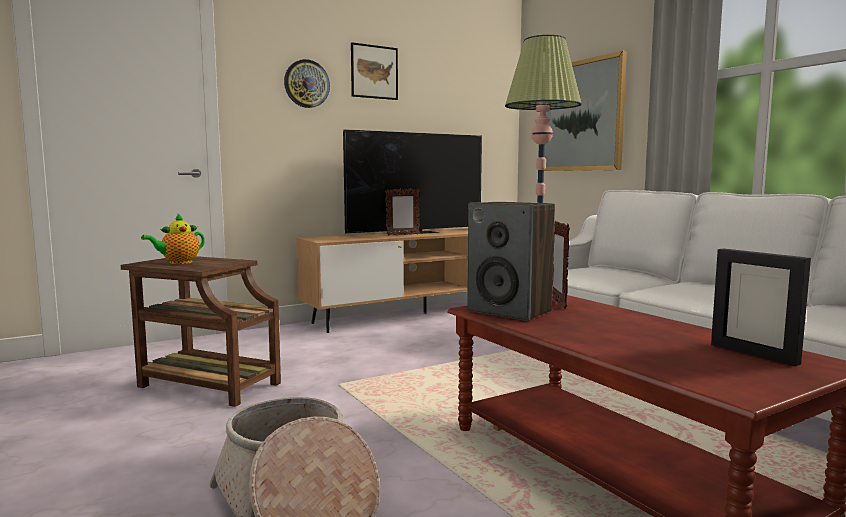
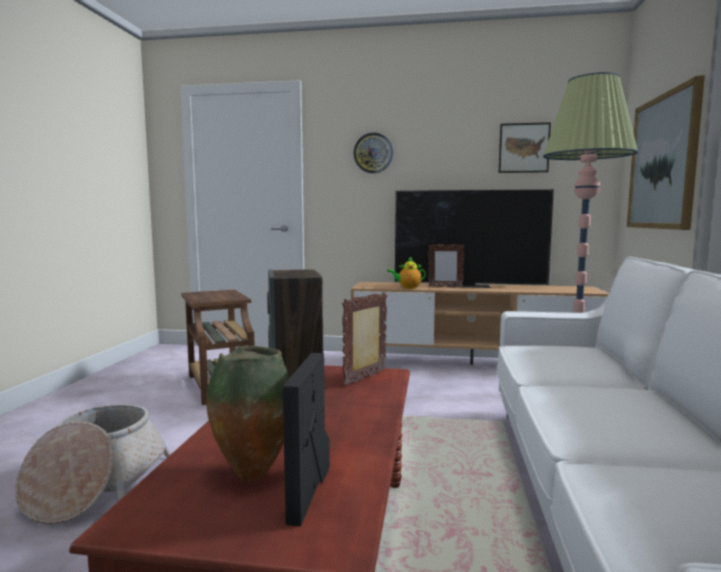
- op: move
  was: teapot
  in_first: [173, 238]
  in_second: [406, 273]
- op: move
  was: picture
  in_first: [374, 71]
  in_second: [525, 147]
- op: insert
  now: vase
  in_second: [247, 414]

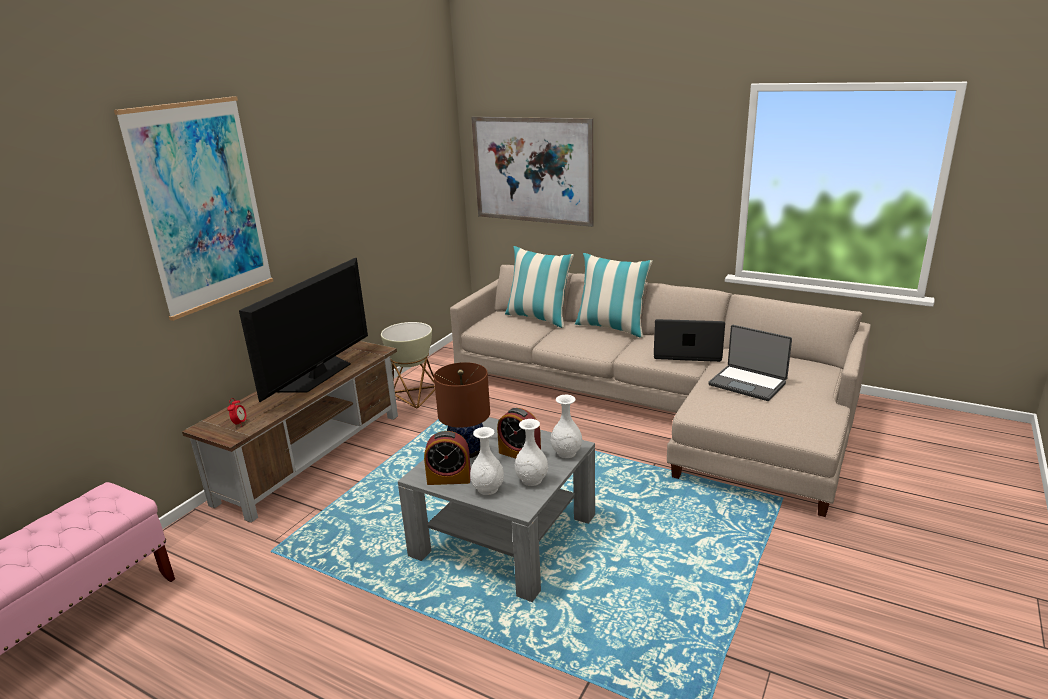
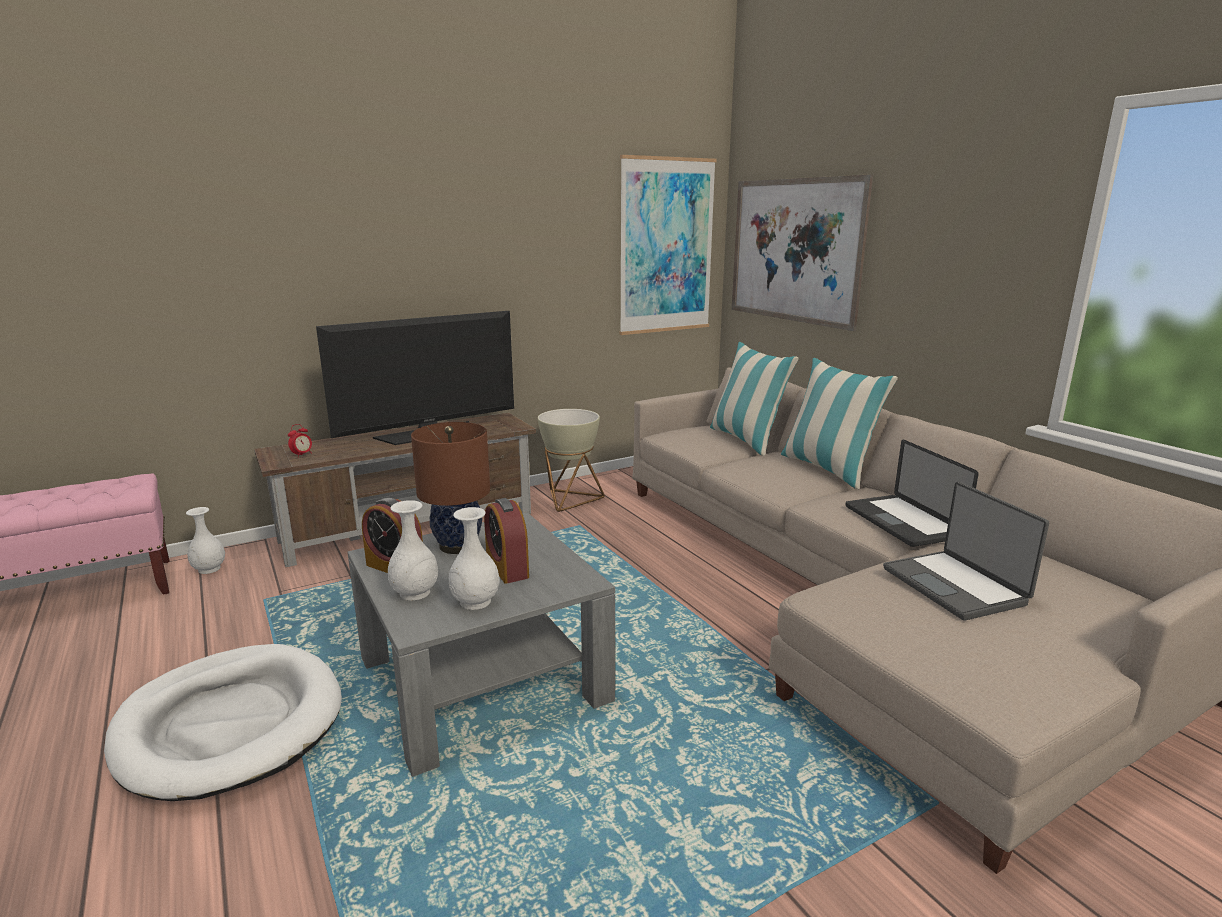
- op: move
  was: picture
  in_first: [193, 208]
  in_second: [668, 245]
- op: move
  was: white vase
  in_first: [566, 426]
  in_second: [205, 540]
- op: rotate
  was: laptop
  in_first: [689, 340]
  in_second: [912, 493]
  clockwise: -150
- op: insert
  now: white dog bed
  in_second: [223, 722]

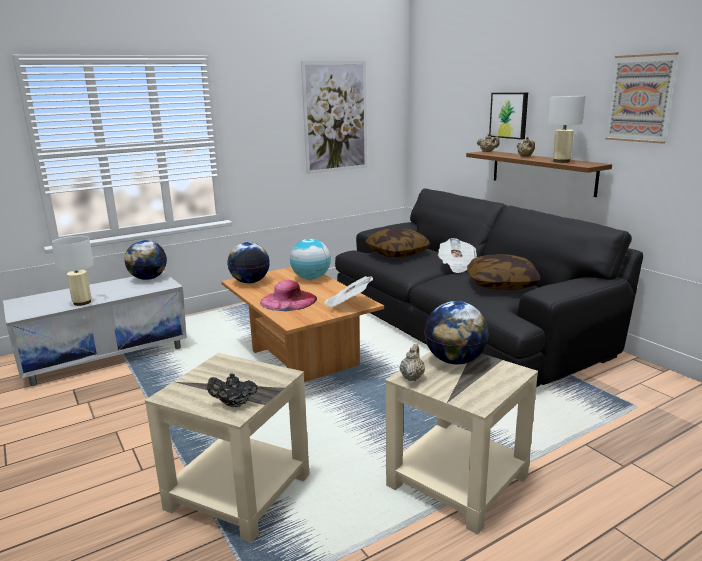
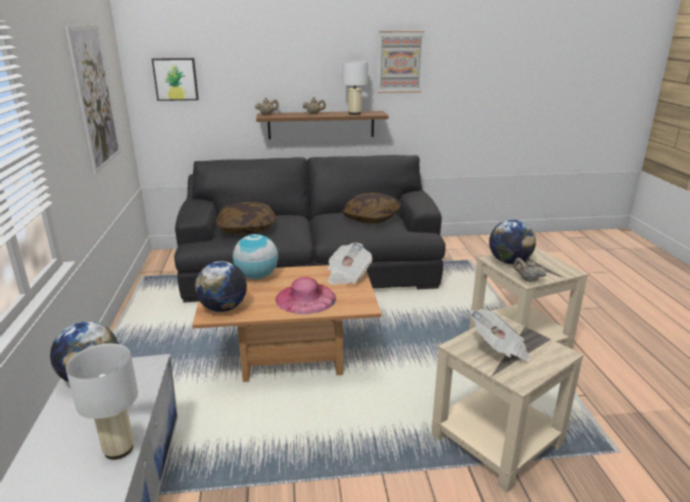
- op: delete
  was: black teapot
  in_first: [232, 390]
- op: move
  was: newspaper
  in_first: [457, 255]
  in_second: [500, 335]
- op: move
  was: picture
  in_first: [508, 116]
  in_second: [175, 79]

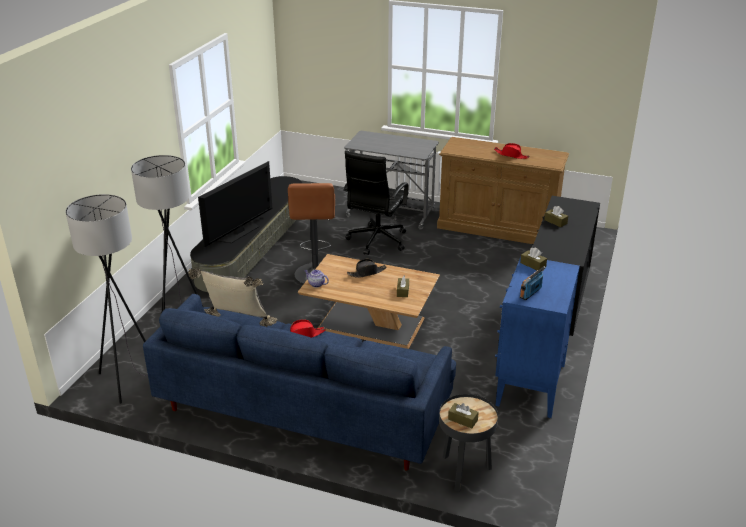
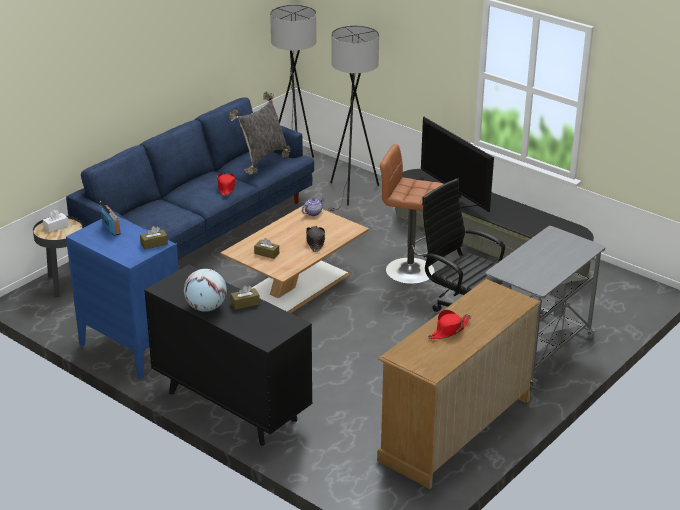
- op: recolor
  was: brown tissue box
  now: white tissue box
  in_first: [463, 415]
  in_second: [56, 221]
- op: insert
  now: globe
  in_second: [205, 290]

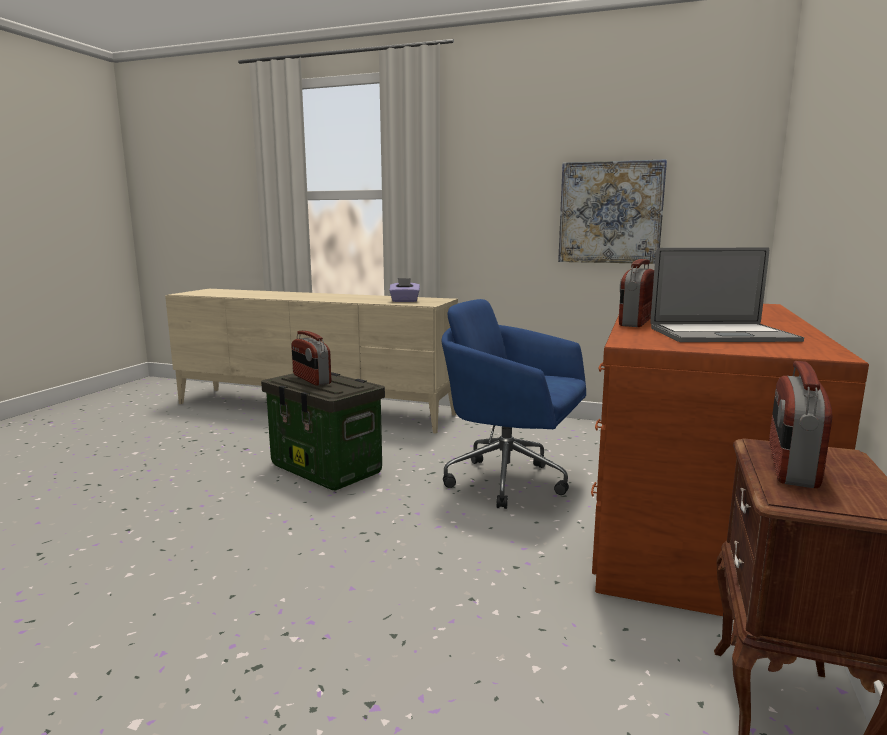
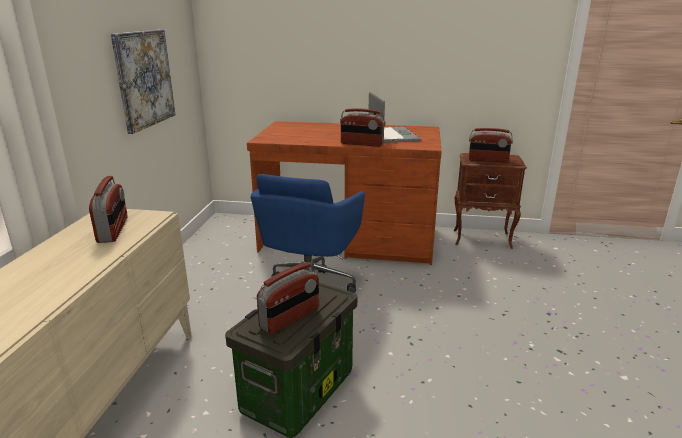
- op: replace
  was: purple tissue box
  now: radio
  in_first: [404, 290]
  in_second: [108, 209]

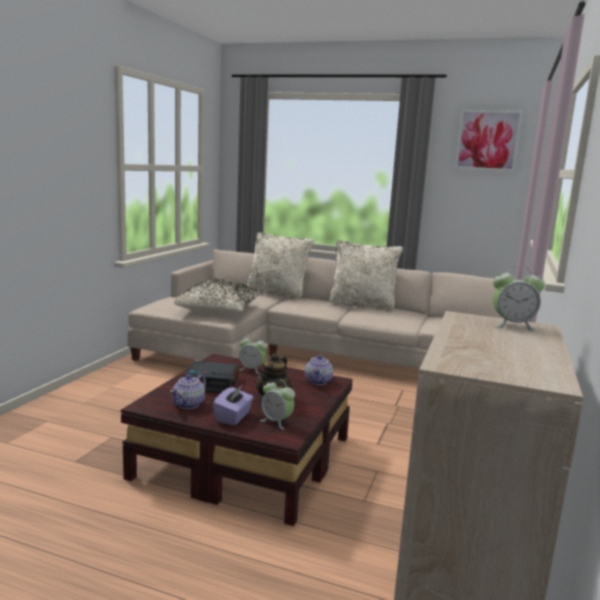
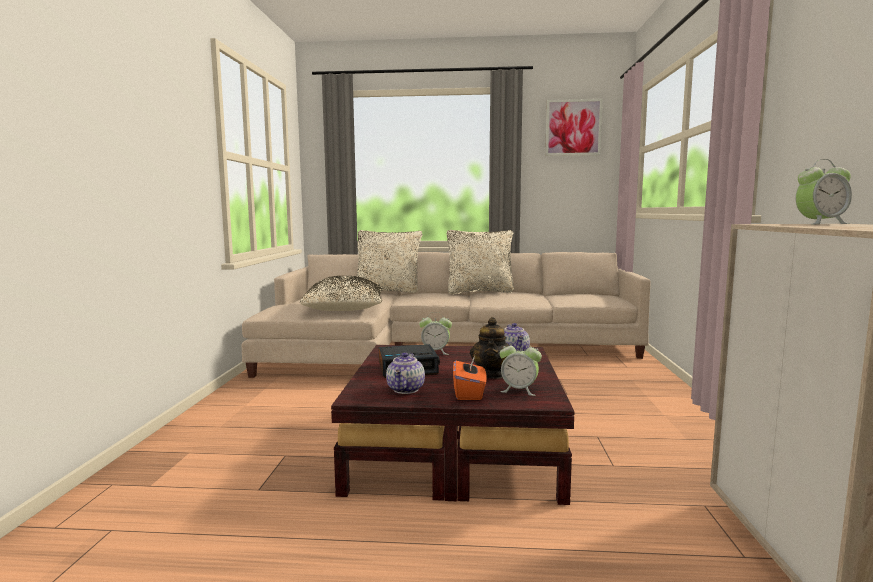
- op: recolor
  was: purple tissue box
  now: orange tissue box
  in_first: [233, 405]
  in_second: [470, 377]

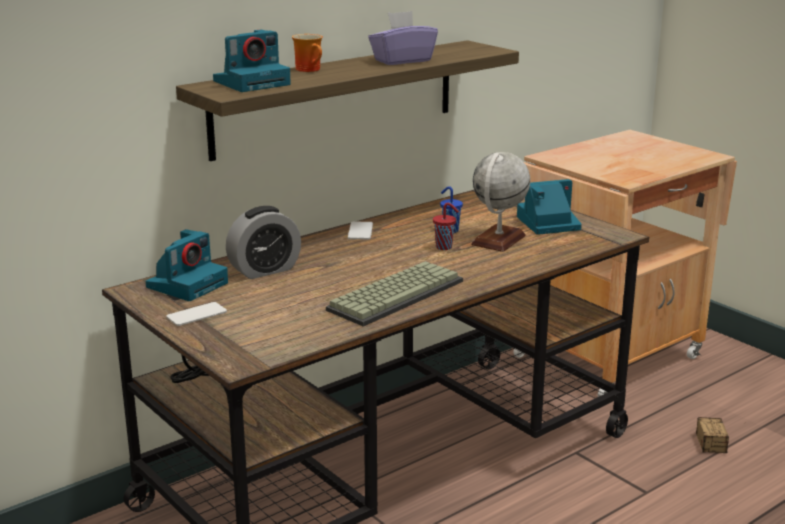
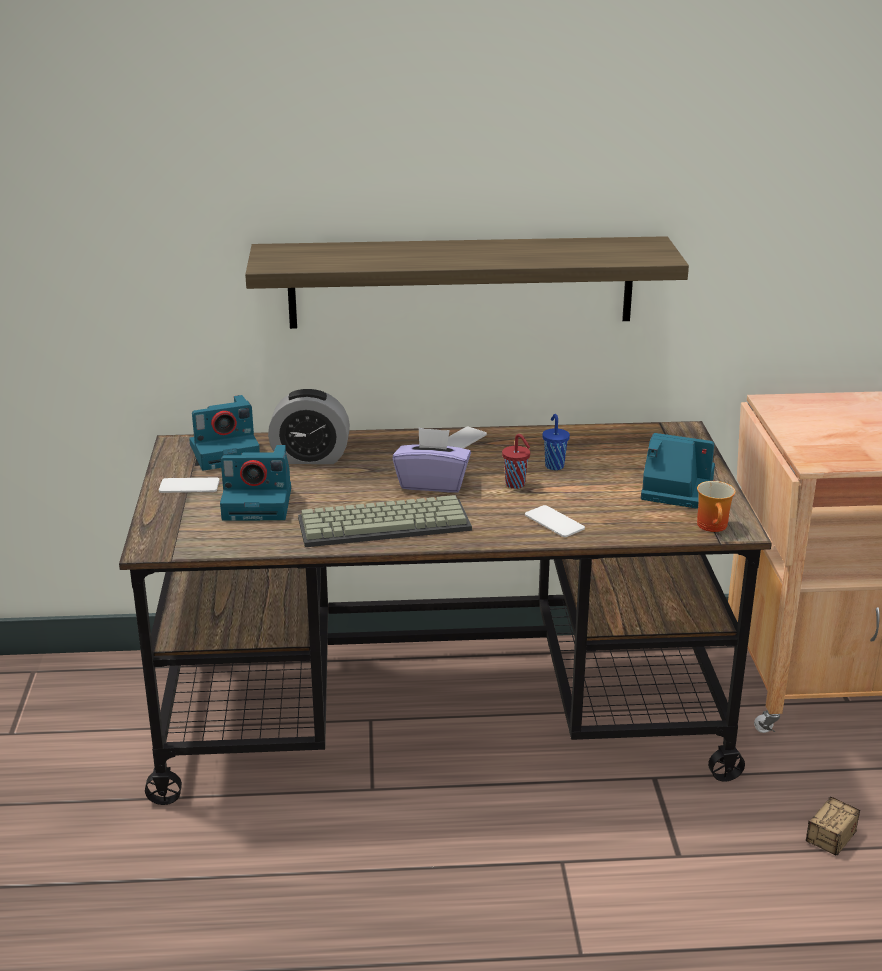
- op: move
  was: photo camera
  in_first: [252, 61]
  in_second: [255, 483]
- op: move
  was: mug
  in_first: [307, 53]
  in_second: [716, 506]
- op: move
  was: purple tissue box
  in_first: [403, 38]
  in_second: [431, 460]
- op: delete
  was: globe
  in_first: [500, 202]
- op: insert
  now: phone
  in_second: [555, 521]

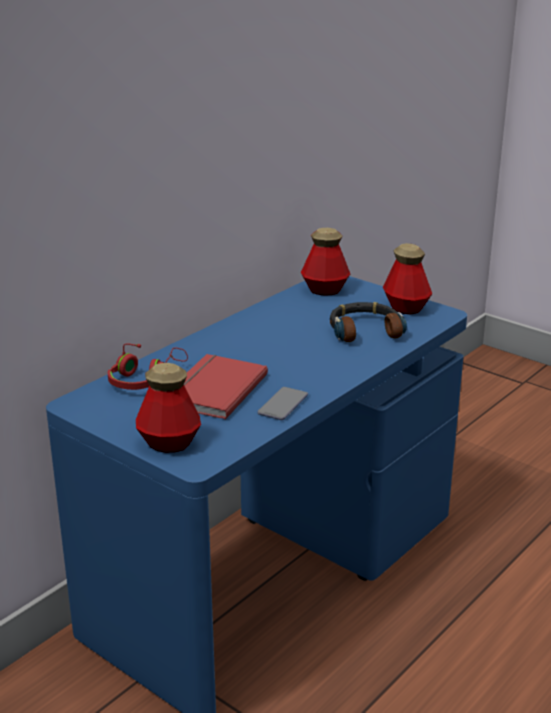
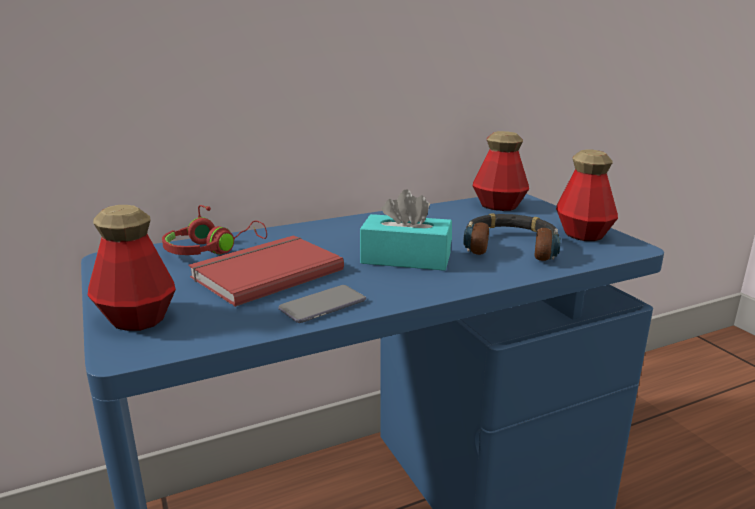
- op: insert
  now: turquoise tissue box
  in_second: [406, 230]

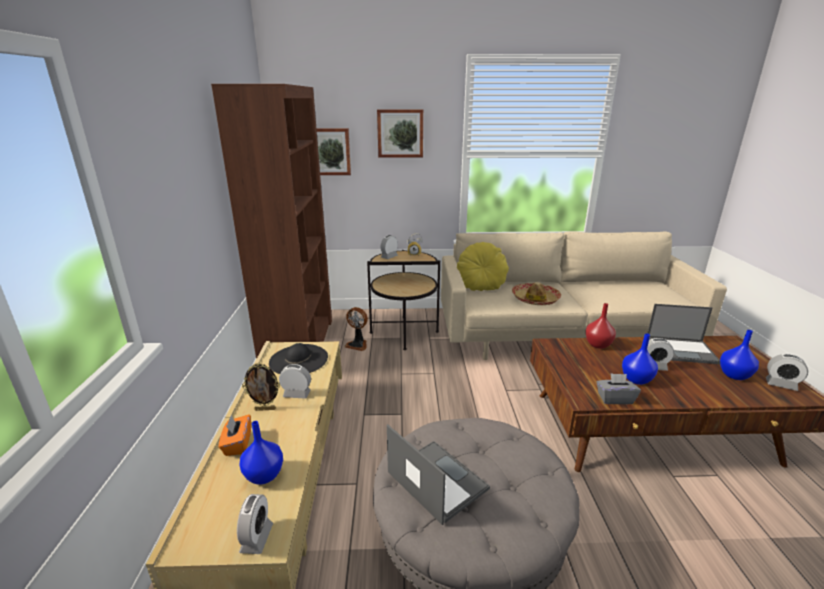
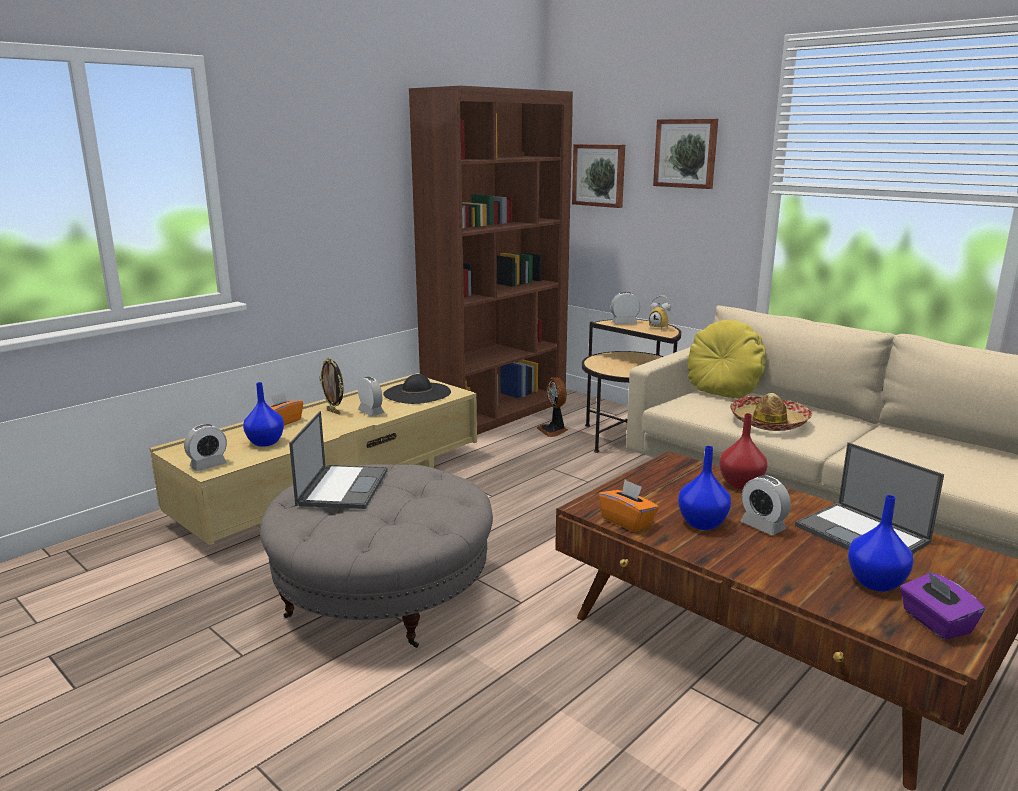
- op: recolor
  was: grey tissue box
  now: orange tissue box
  in_first: [618, 388]
  in_second: [628, 506]
- op: replace
  was: alarm clock
  now: purple tissue box
  in_first: [787, 372]
  in_second: [942, 606]

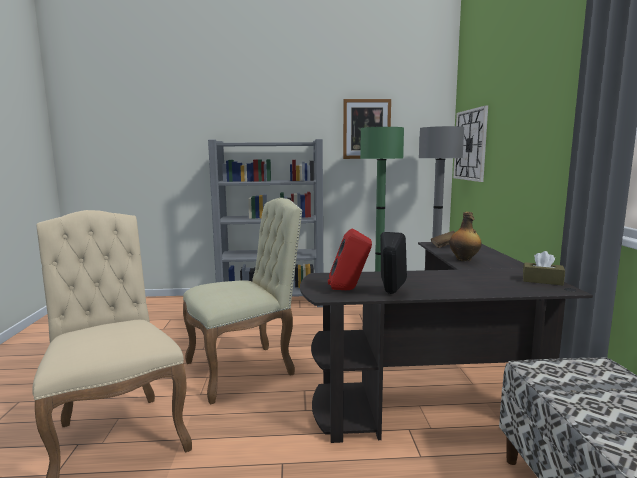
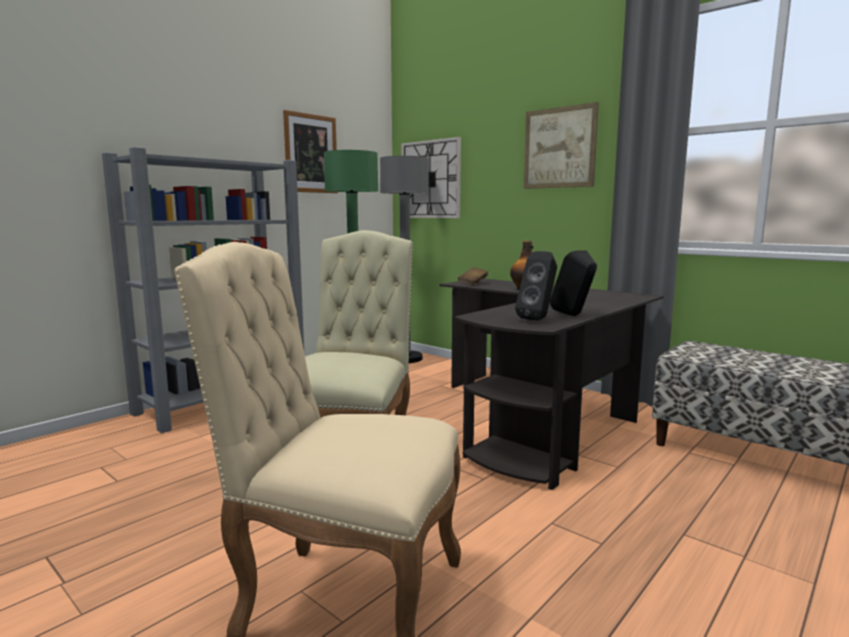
- op: recolor
  was: red speaker
  now: black speaker
  in_first: [350, 259]
  in_second: [536, 285]
- op: delete
  was: brown tissue box
  in_first: [544, 268]
- op: insert
  now: picture
  in_second: [561, 145]

